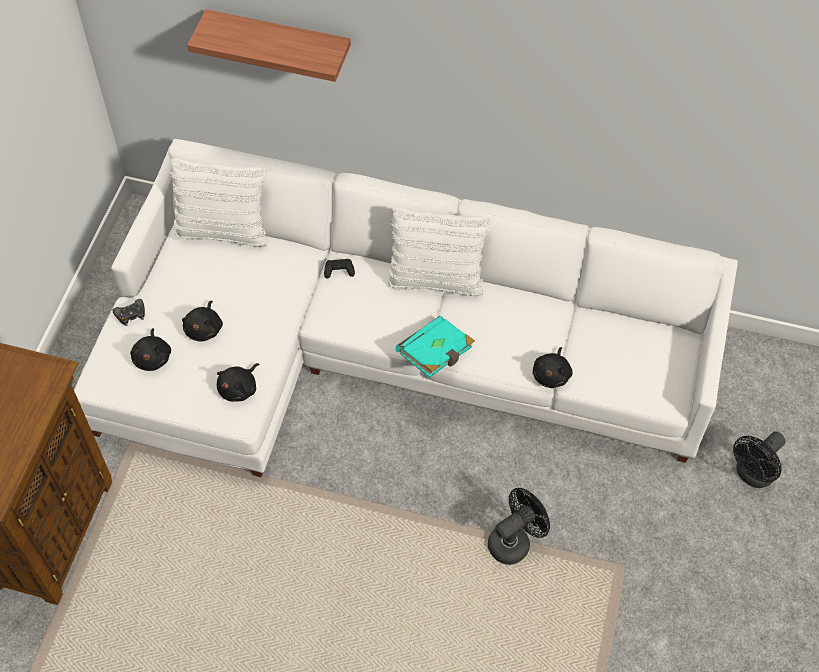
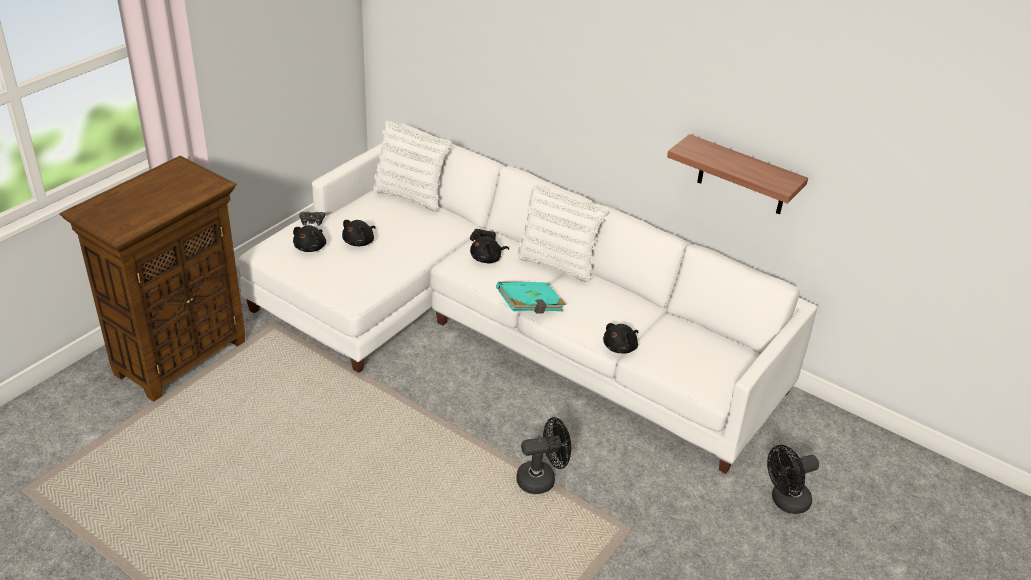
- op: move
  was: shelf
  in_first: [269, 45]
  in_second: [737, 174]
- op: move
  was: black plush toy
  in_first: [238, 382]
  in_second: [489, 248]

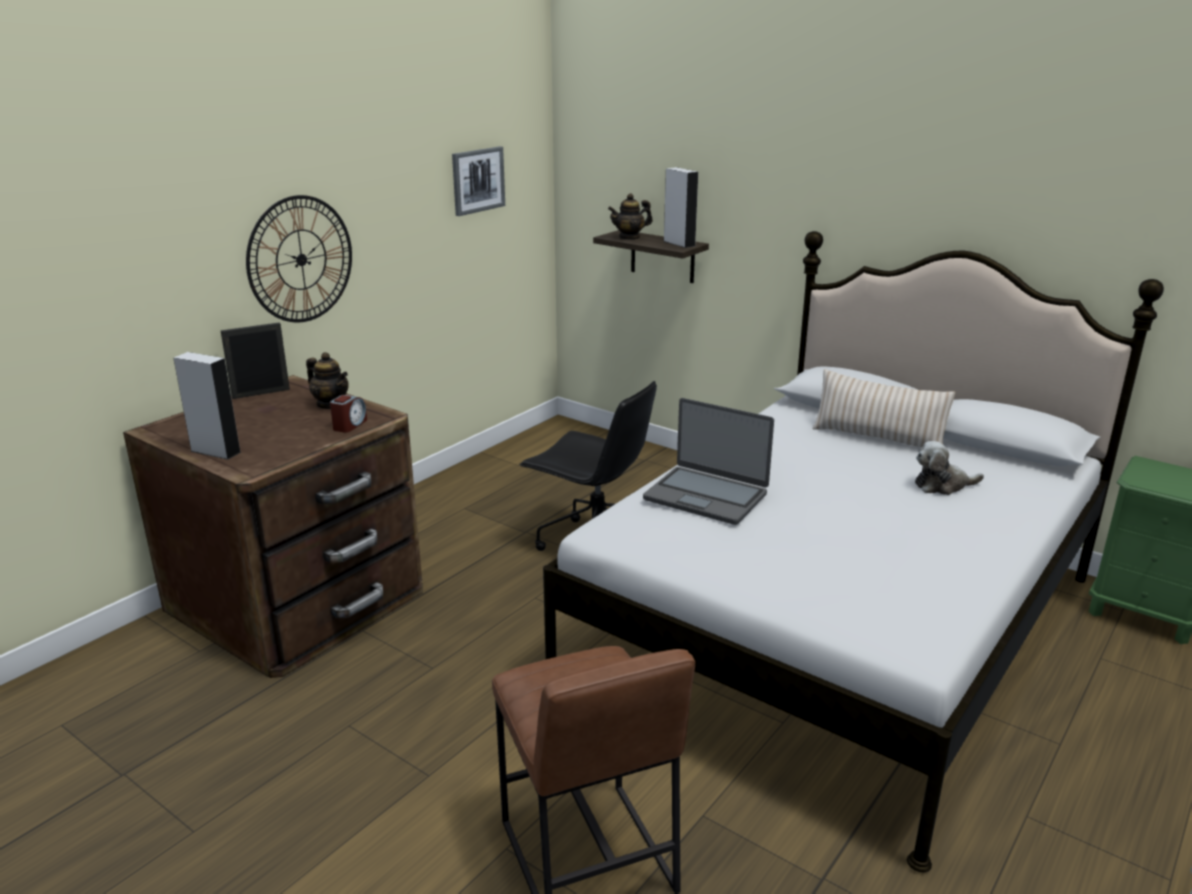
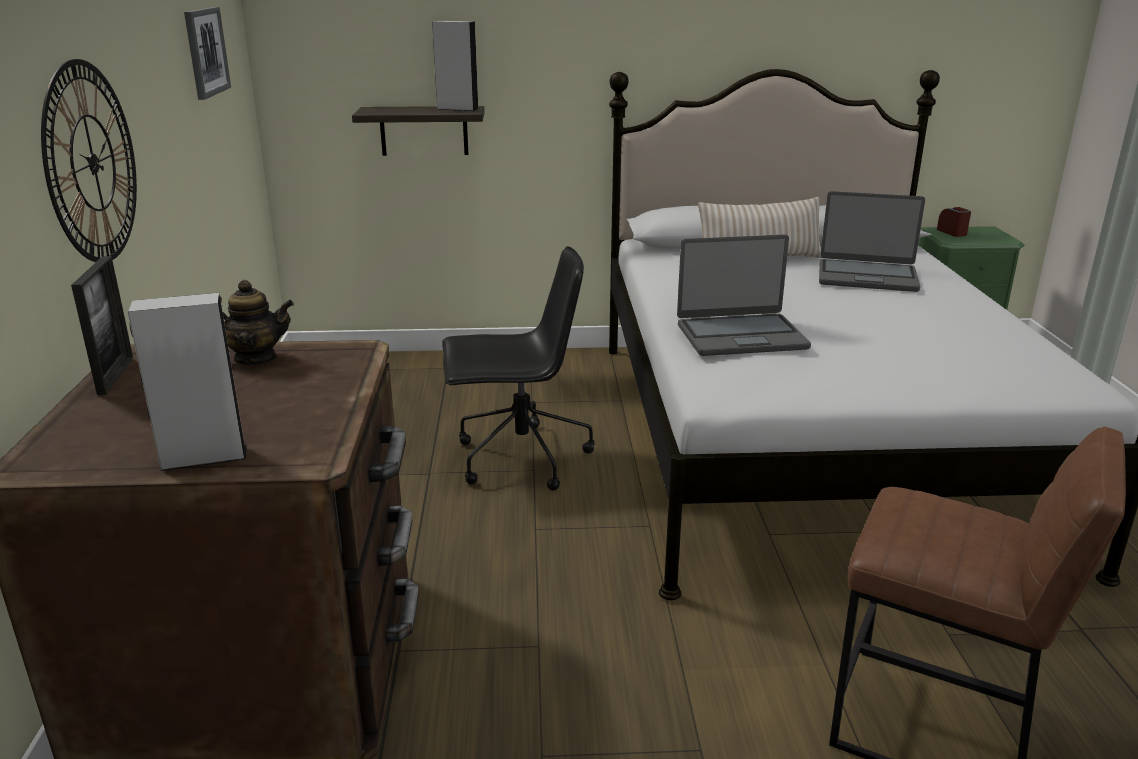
- op: rotate
  was: picture frame
  in_first: [255, 361]
  in_second: [102, 325]
  clockwise: 150
- op: move
  was: alarm clock
  in_first: [348, 414]
  in_second: [954, 222]
- op: delete
  was: teapot
  in_first: [630, 216]
- op: replace
  was: plush toy
  now: laptop
  in_first: [949, 468]
  in_second: [872, 241]

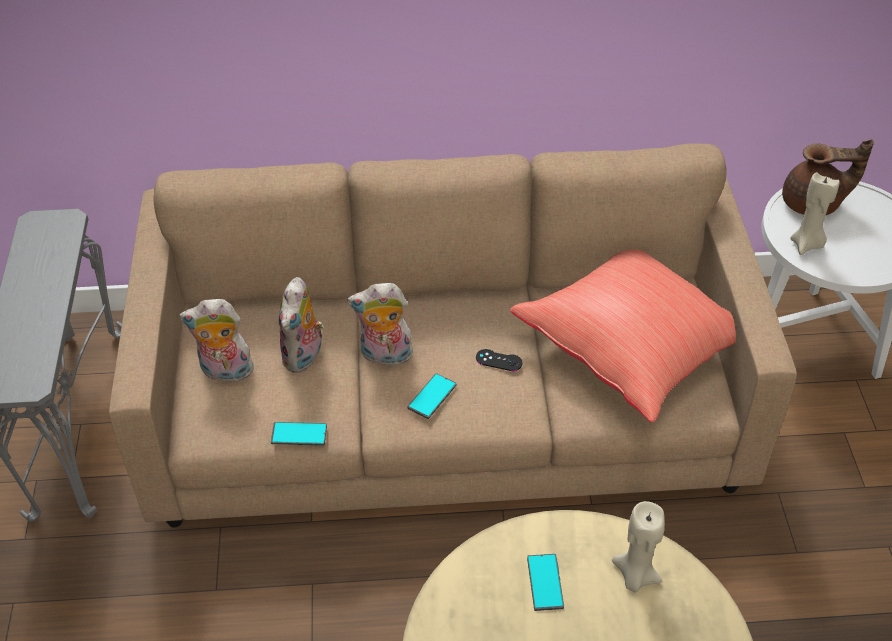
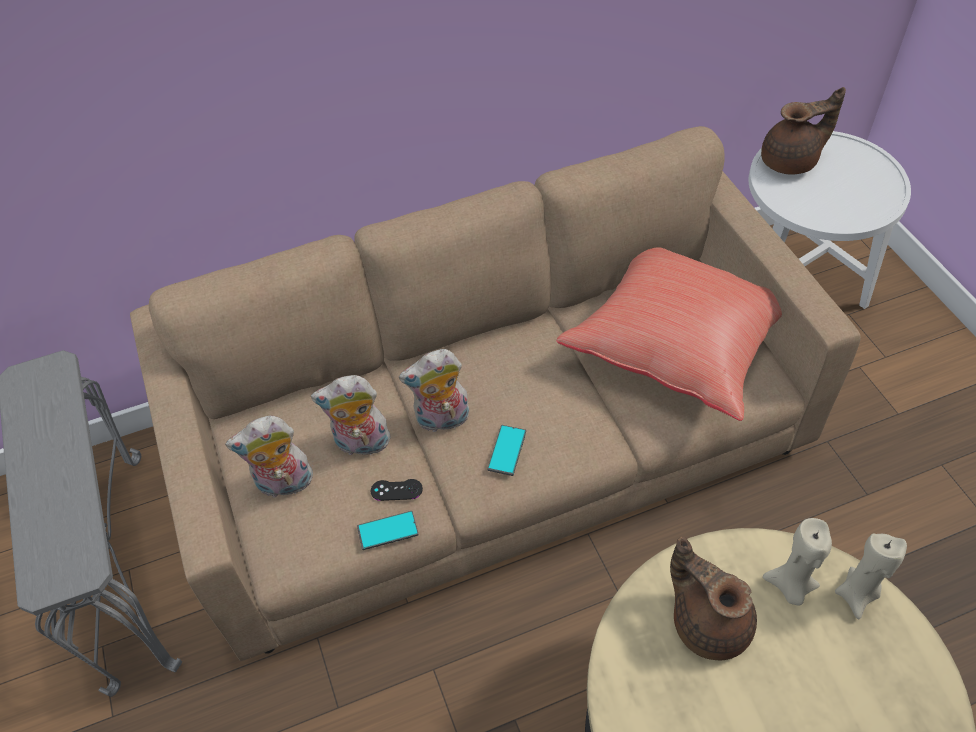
- op: rotate
  was: plush toy
  in_first: [301, 325]
  in_second: [351, 417]
  clockwise: 90
- op: move
  was: black game controller
  in_first: [499, 360]
  in_second: [397, 490]
- op: replace
  was: phone
  now: brown teapot
  in_first: [545, 582]
  in_second: [713, 598]
- op: move
  was: beige candle
  in_first: [815, 213]
  in_second: [871, 576]

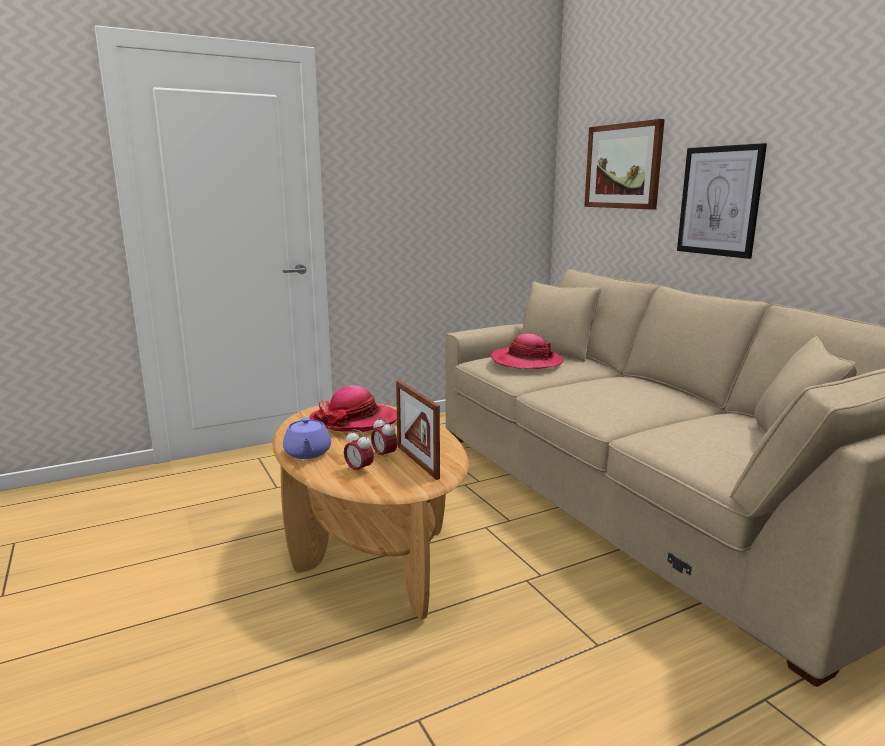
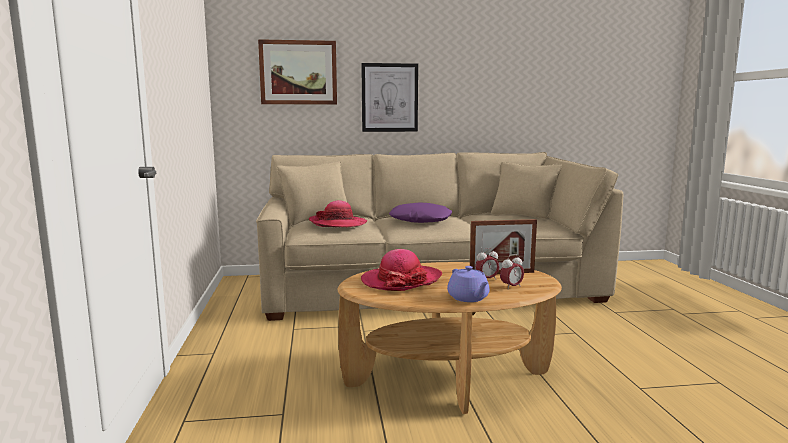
- op: rotate
  was: purple teapot
  in_first: [307, 438]
  in_second: [468, 284]
  clockwise: 60
- op: insert
  now: purple pillow
  in_second: [420, 213]

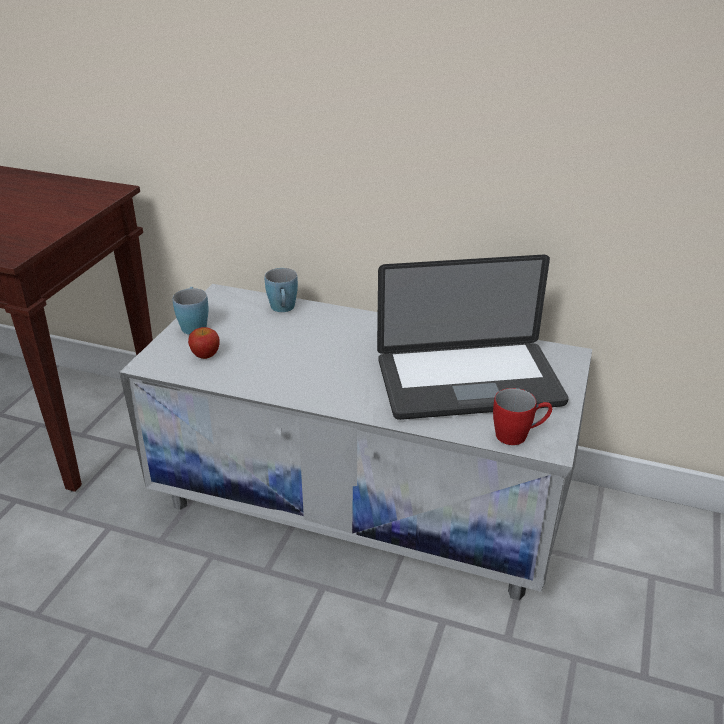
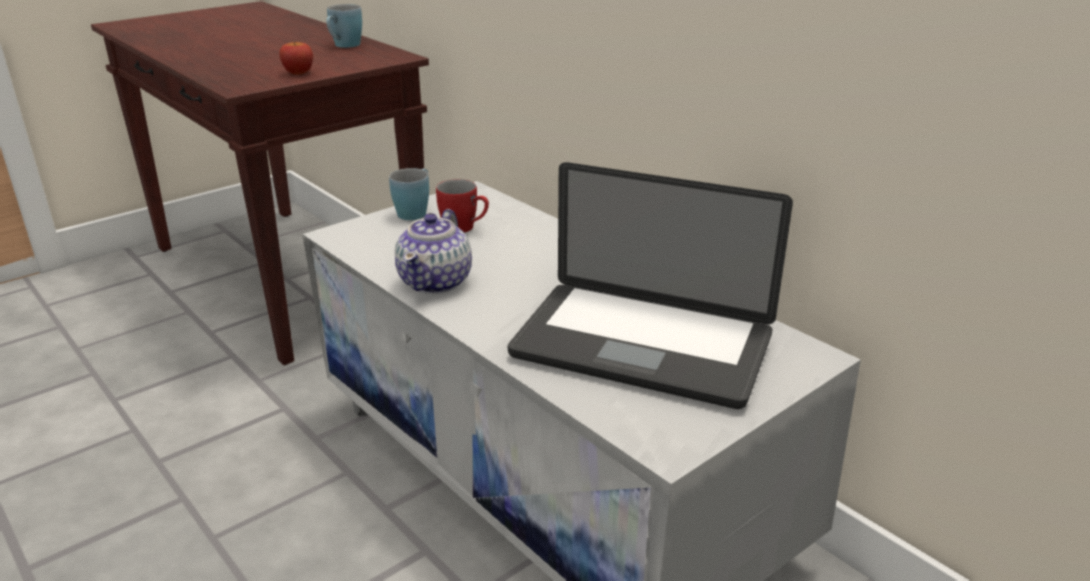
- op: move
  was: apple
  in_first: [203, 343]
  in_second: [296, 58]
- op: move
  was: blue mug
  in_first: [281, 290]
  in_second: [344, 26]
- op: move
  was: red mug
  in_first: [522, 416]
  in_second: [462, 205]
- op: insert
  now: teapot
  in_second: [433, 251]

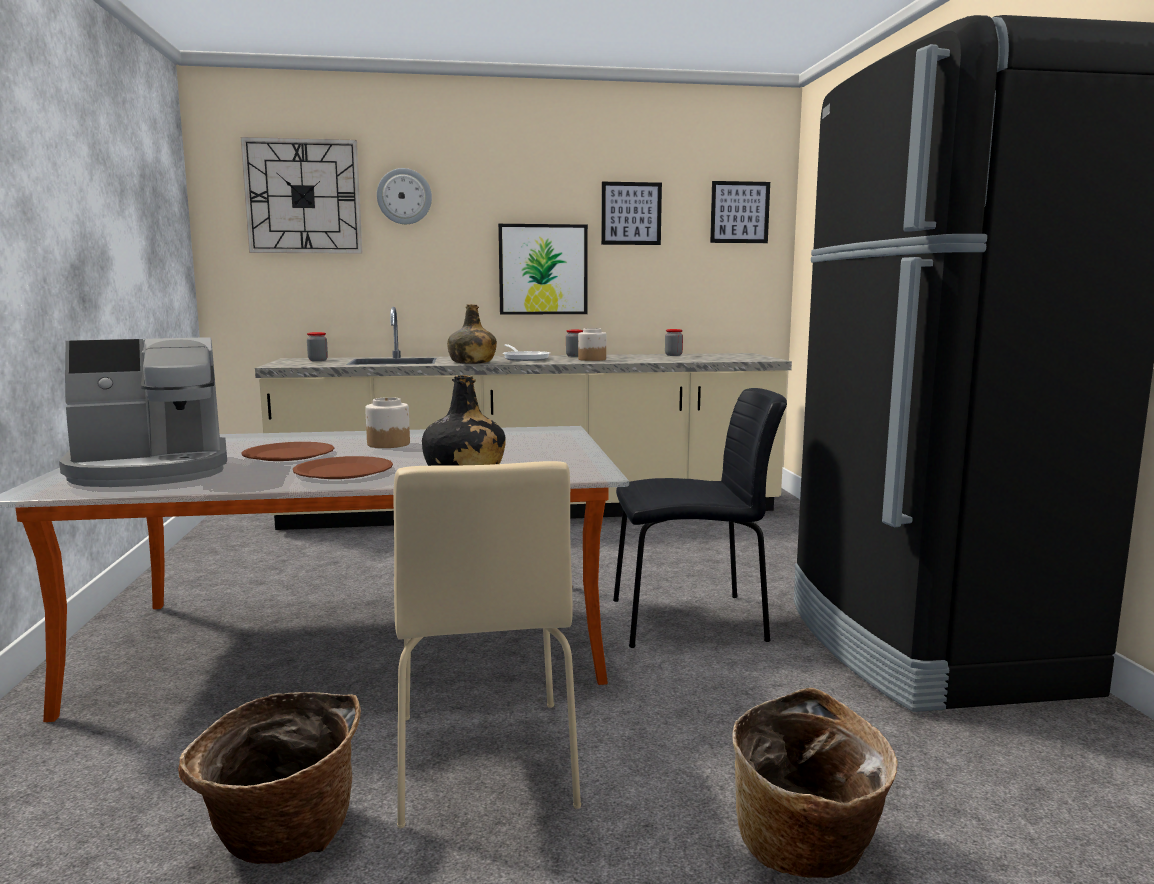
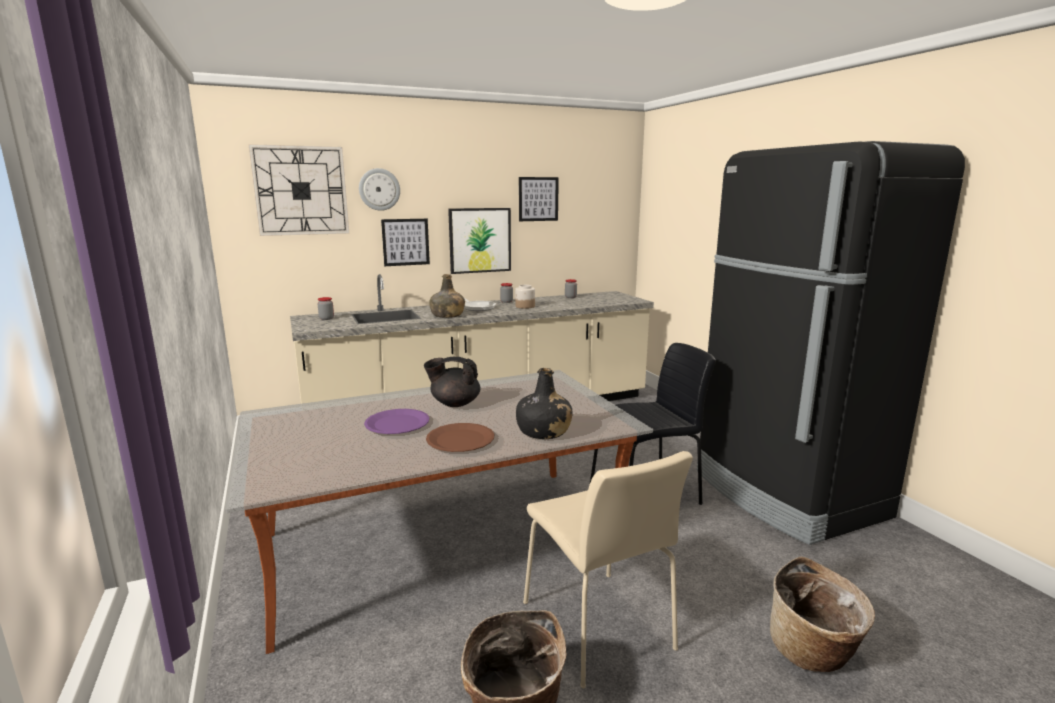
- op: delete
  was: coffee machine
  in_first: [143, 412]
- op: recolor
  was: brown plate
  now: purple plate
  in_first: [287, 451]
  in_second: [396, 421]
- op: replace
  was: jar
  now: black teapot
  in_first: [387, 422]
  in_second: [452, 382]
- op: move
  was: picture
  in_first: [740, 212]
  in_second: [405, 242]

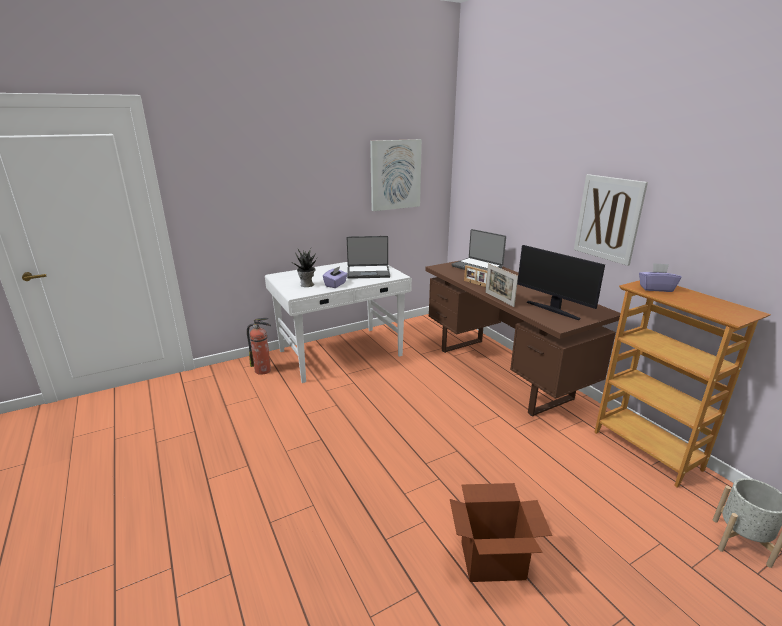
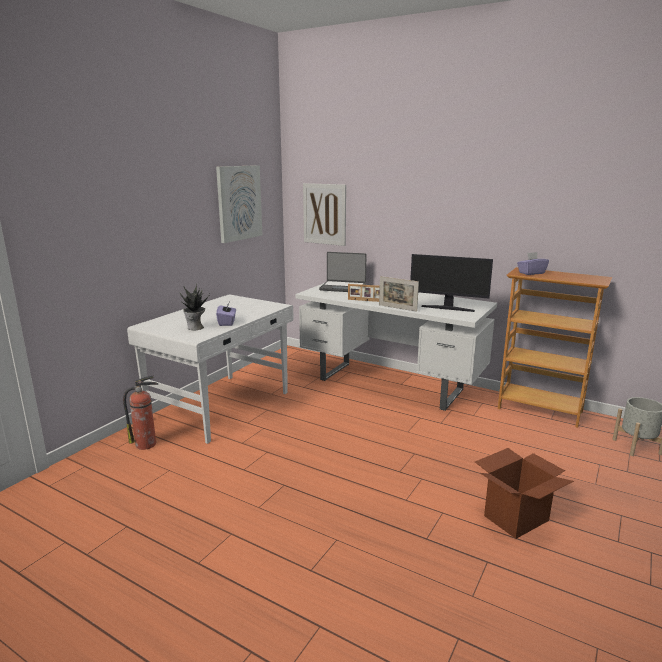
- op: delete
  was: laptop
  in_first: [368, 257]
- op: recolor
  was: brown desk
  now: white desk
  in_first: [523, 338]
  in_second: [396, 347]
- op: move
  was: picture
  in_first: [611, 220]
  in_second: [324, 214]

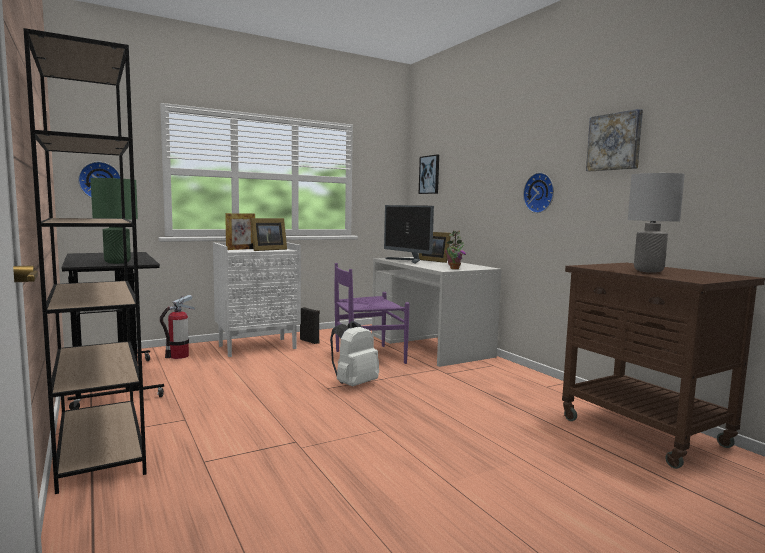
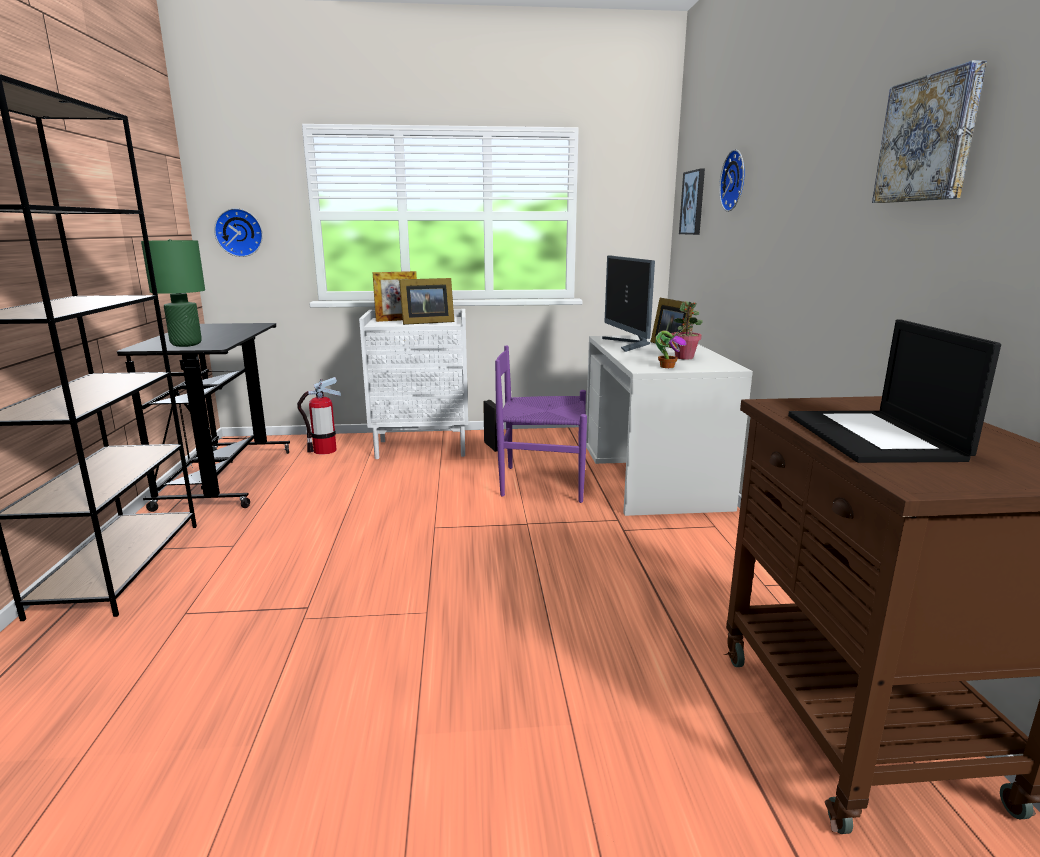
- op: delete
  was: white backpack
  in_first: [354, 353]
- op: move
  was: wall clock
  in_first: [538, 193]
  in_second: [732, 180]
- op: replace
  was: grey table lamp
  now: laptop
  in_first: [656, 223]
  in_second: [894, 391]

